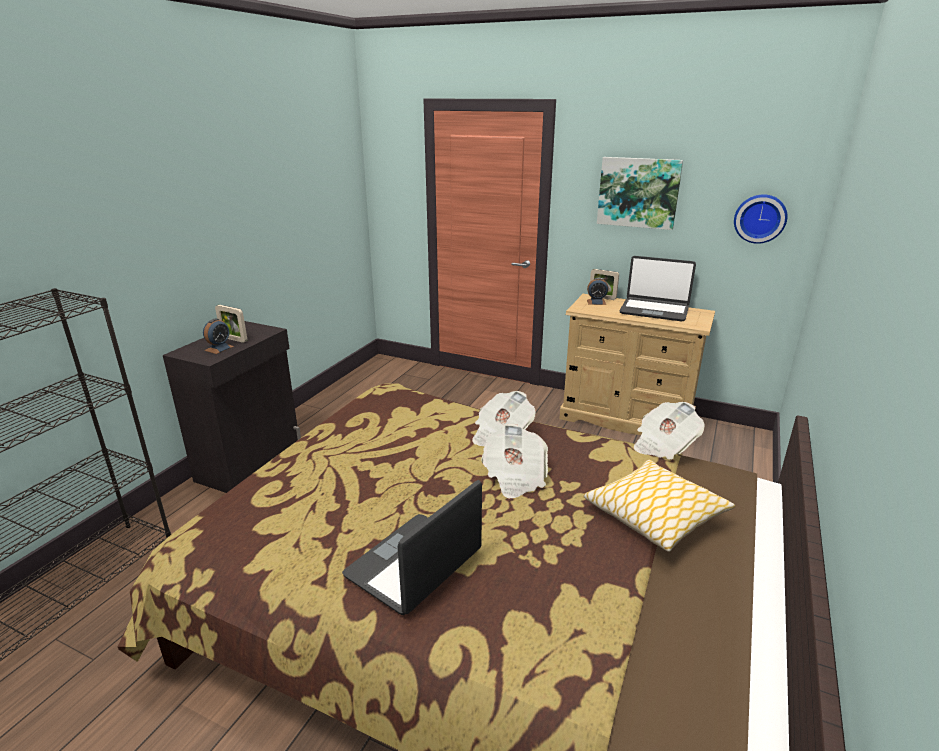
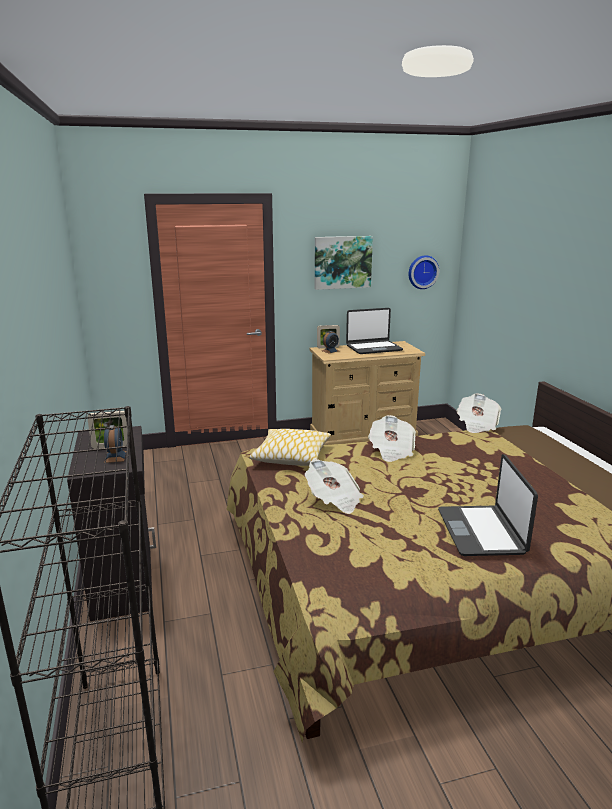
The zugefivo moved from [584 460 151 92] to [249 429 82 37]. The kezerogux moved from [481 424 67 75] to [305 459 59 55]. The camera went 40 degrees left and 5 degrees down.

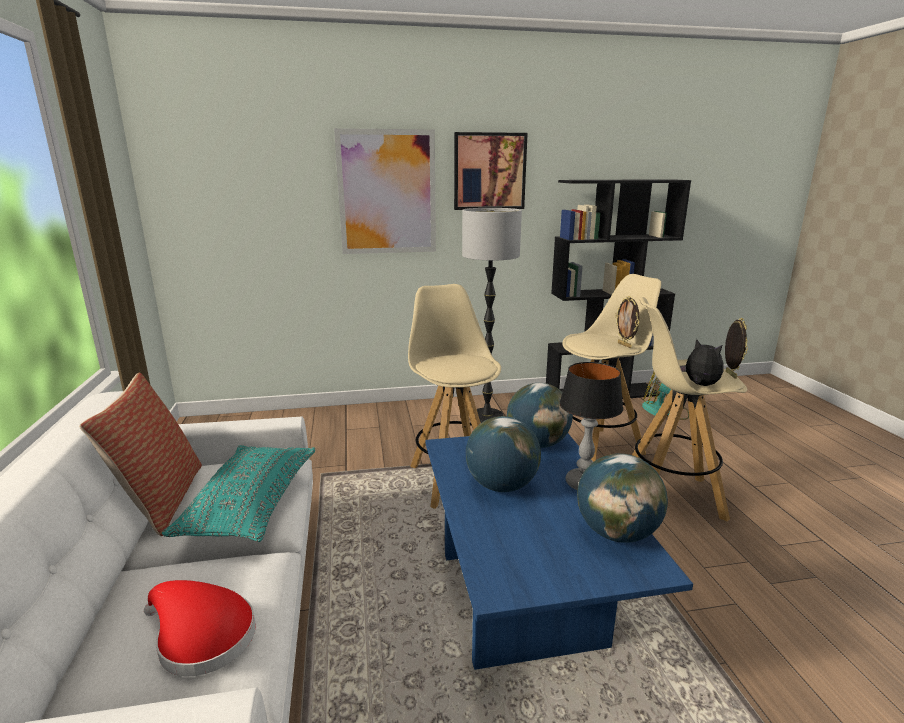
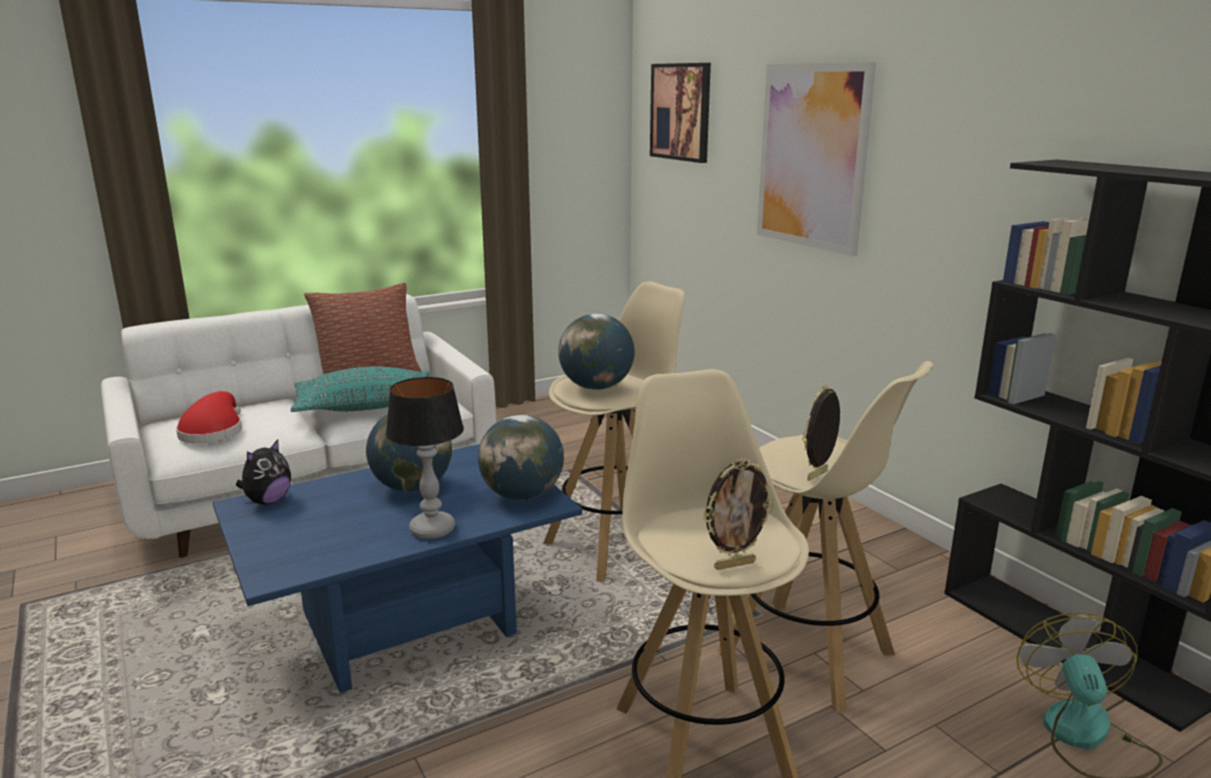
The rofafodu moved from [680 339 43 47] to [236 440 55 65]. The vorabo moved from [577 454 91 89] to [558 314 77 76]. The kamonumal moved from [454 132 74 78] to [650 63 61 100]. The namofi at [462 208 60 215] disappeared. The camera went 70 degrees right and 0 degrees up.

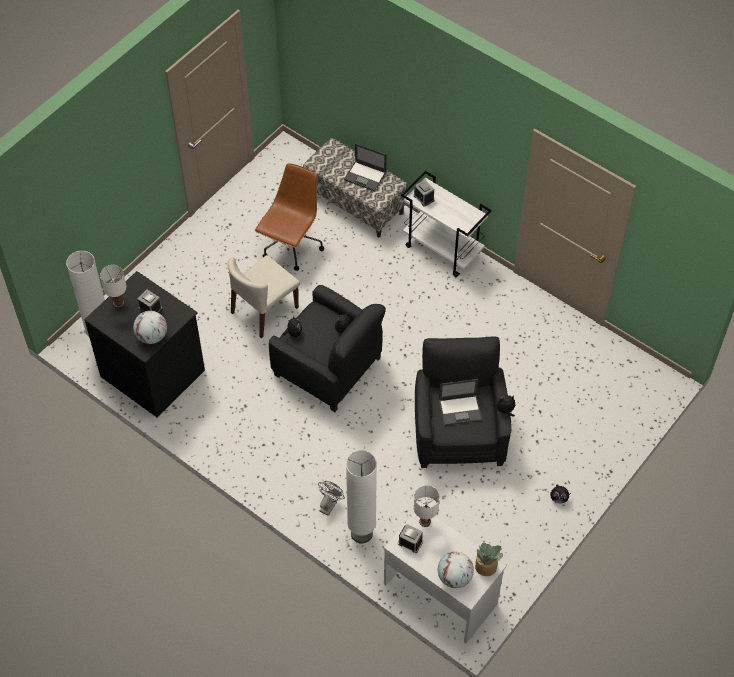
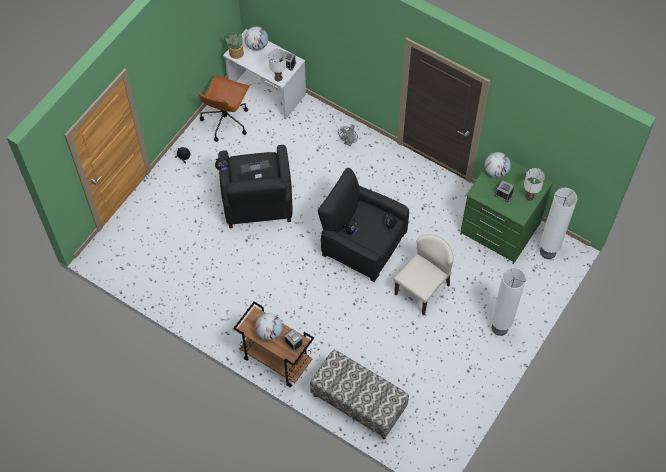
The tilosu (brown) moved from [255 163 69 108] to [198 75 52 67]. The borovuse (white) at [401 171 91 106] became the borovuse (brown) at [233 302 81 85]. The vorabo at [255 313 28 28] appeared. The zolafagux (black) at [84 271 121 147] became the zolafagux (green) at [460 160 93 104]. The namofi (white) moved from [346 450 31 94] to [491 268 35 68]. The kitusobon at [344 143 43 48] disappeared. The camera went 175 degrees right and 5 degrees up.

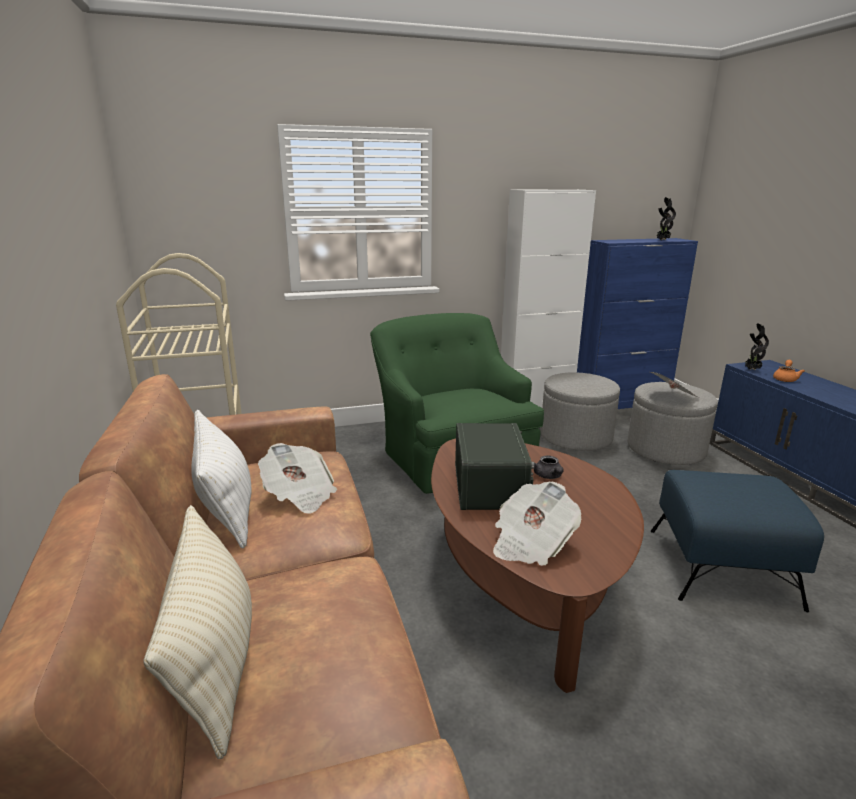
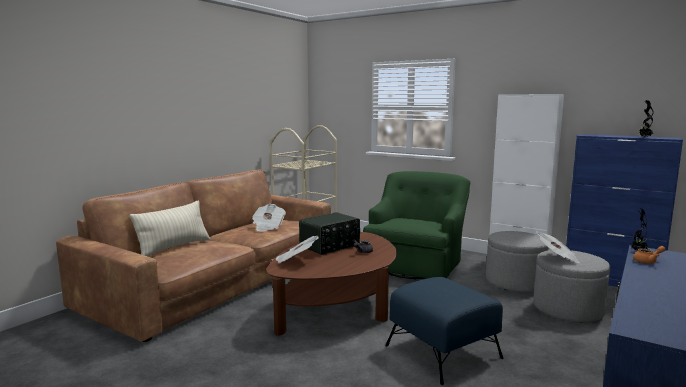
The zugefivo (white) at [191 410 61 138] disappeared. The camera went 50 degrees right and 10 degrees down.

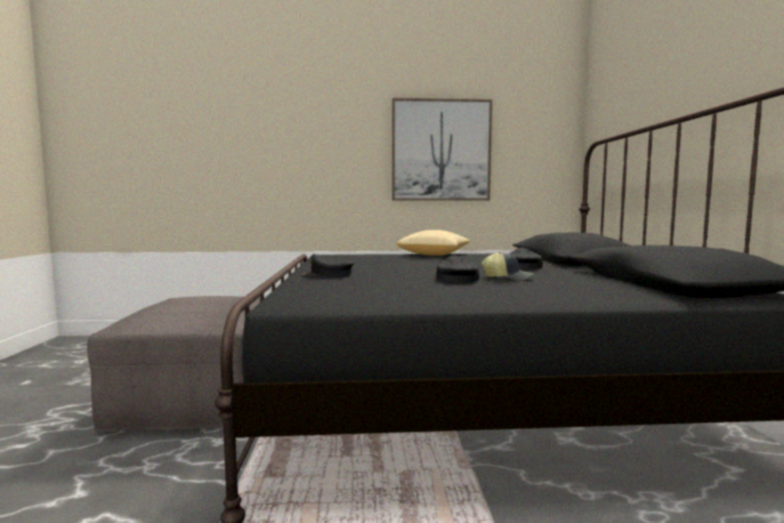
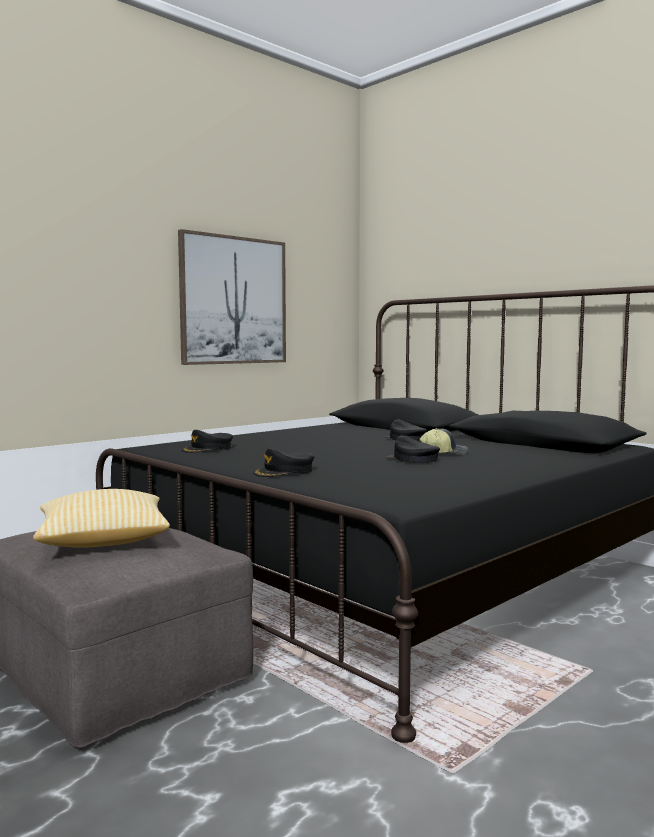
The zugefivo moved from [396 230 74 26] to [33 489 137 59]. The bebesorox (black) at [182 430 51 23] appeared. The camera went 40 degrees left and 0 degrees up.

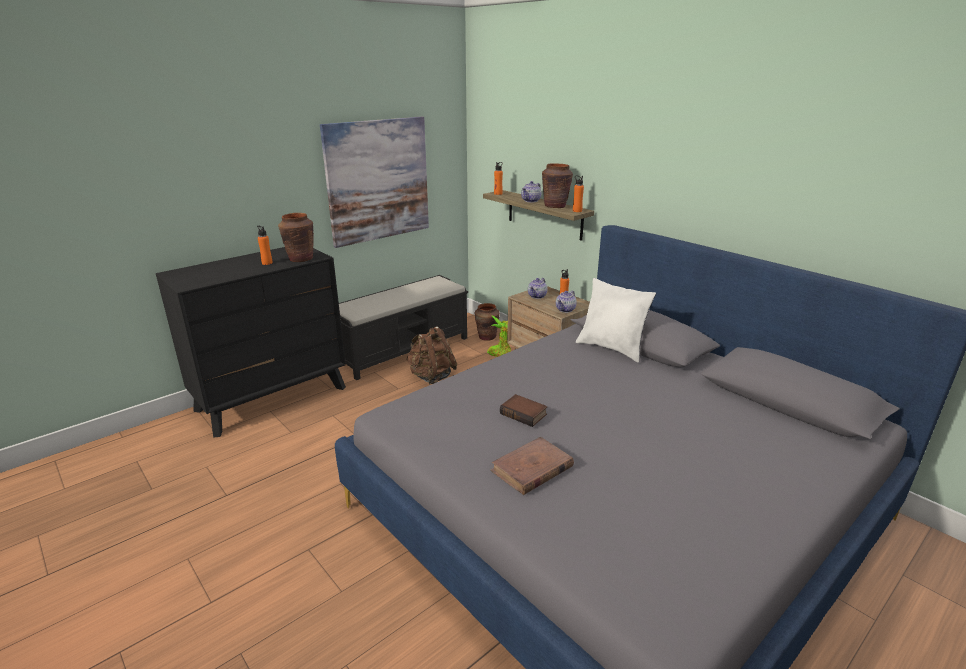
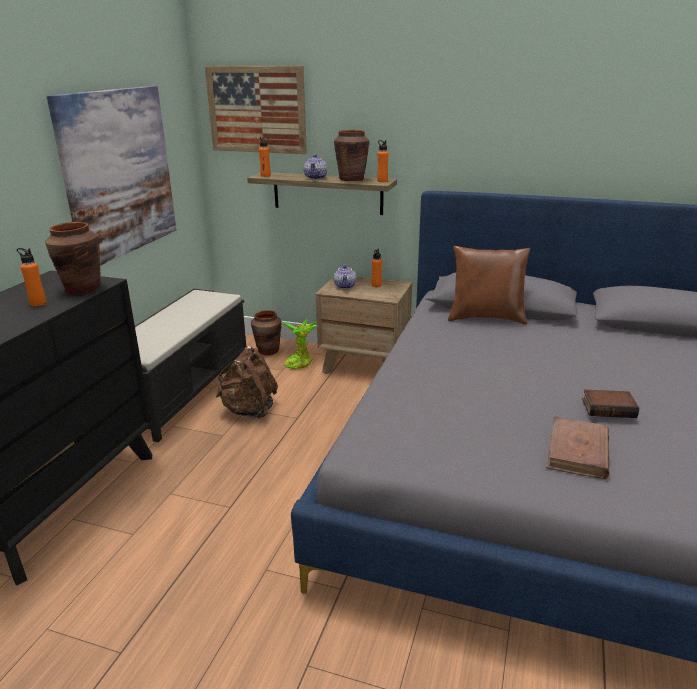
The kamonumal at [205 66 102 88] appeared. The zugefivo (white) at [576 278 80 85] became the zugefivo (brown) at [448 246 82 79]. The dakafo moved from [500 394 48 33] to [582 390 57 28]. The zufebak at [556 290 21 23] disappeared. The camera went 30 degrees left and 0 degrees up.

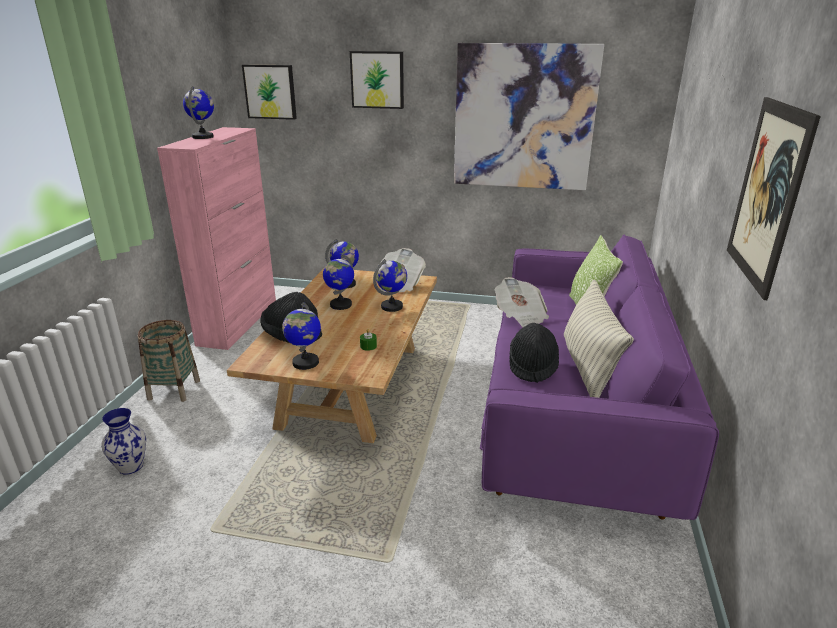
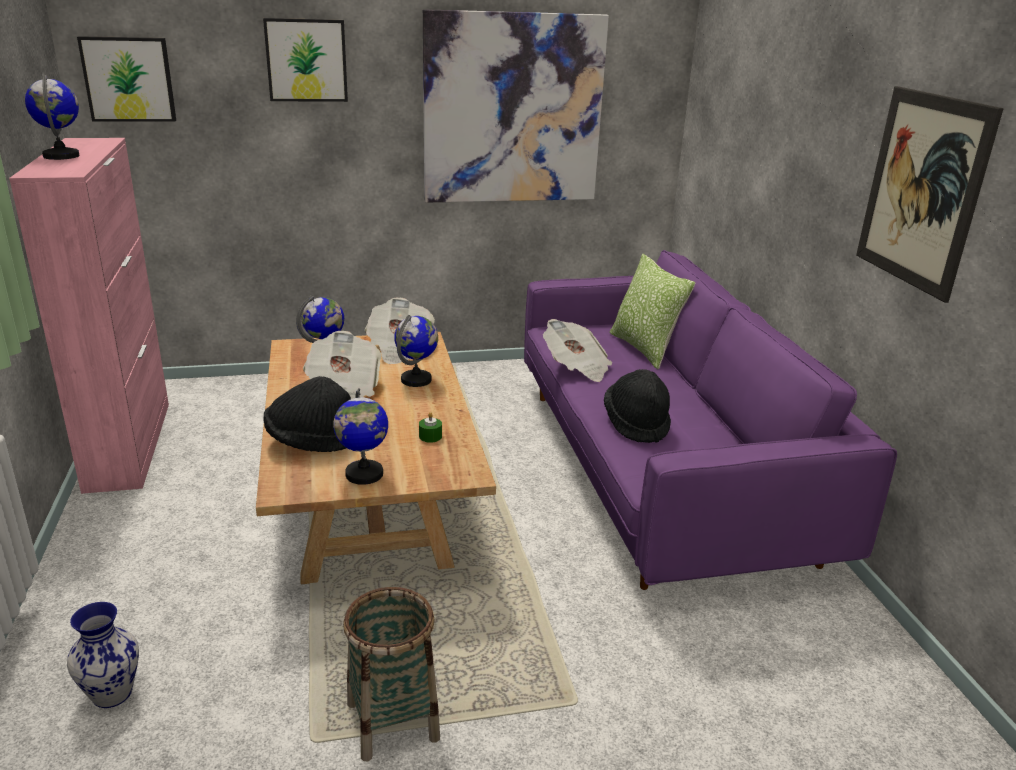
The vorabo at [323 254 31 56] was replaced by the kezerogux at [303 331 79 68]. The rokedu moved from [138 320 62 82] to [343 587 97 174]. The zugefivo at [564 280 70 118] disappeared. The camera went 25 degrees left and 0 degrees up.

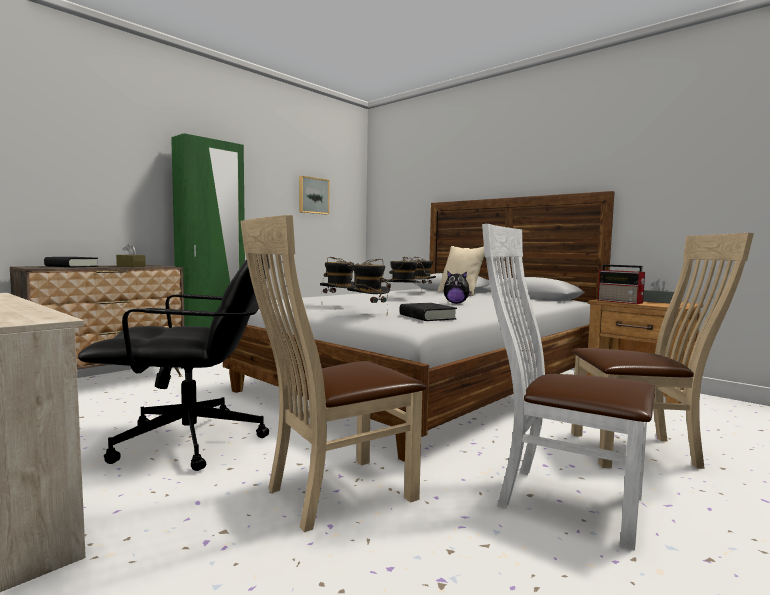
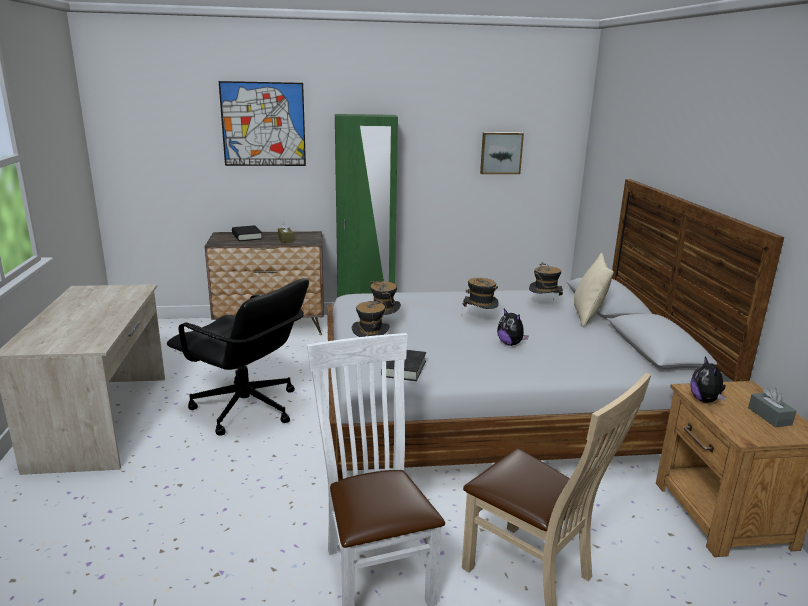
The kamonumal at [219 81 87 85] appeared. The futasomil at [598 264 48 40] was replaced by the rofafodu at [690 357 36 46]. The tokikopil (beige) at [241 215 185 317] disappeared. The camera went 40 degrees right and 15 degrees up.

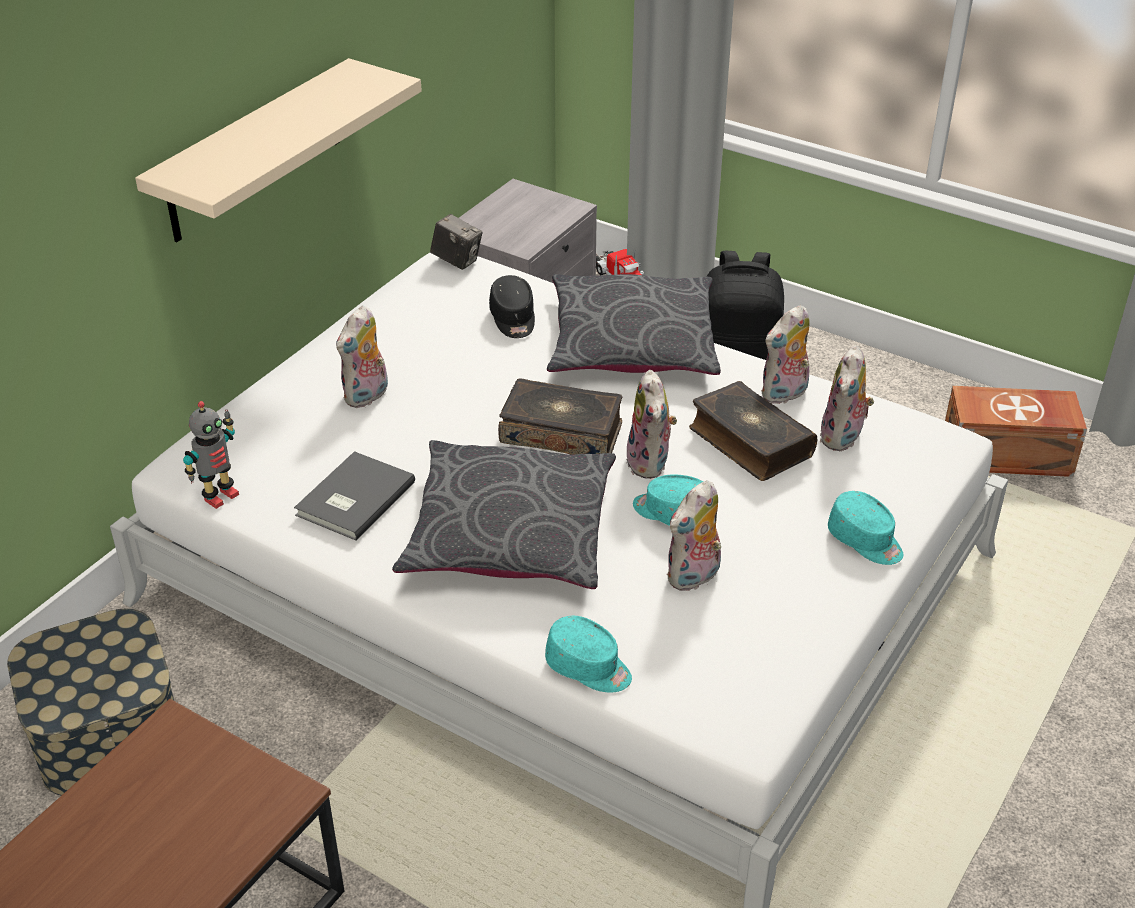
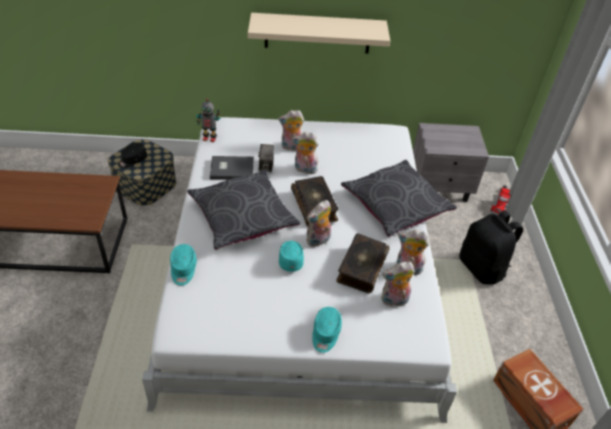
The bebesorox (black) moved from [489 275 46 63] to [118 142 29 26]. The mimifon moved from [430 214 53 56] to [258 144 16 28]. The rofafodu moved from [666 480 55 111] to [292 132 27 42]. The camera went 55 degrees right and 5 degrees up.

